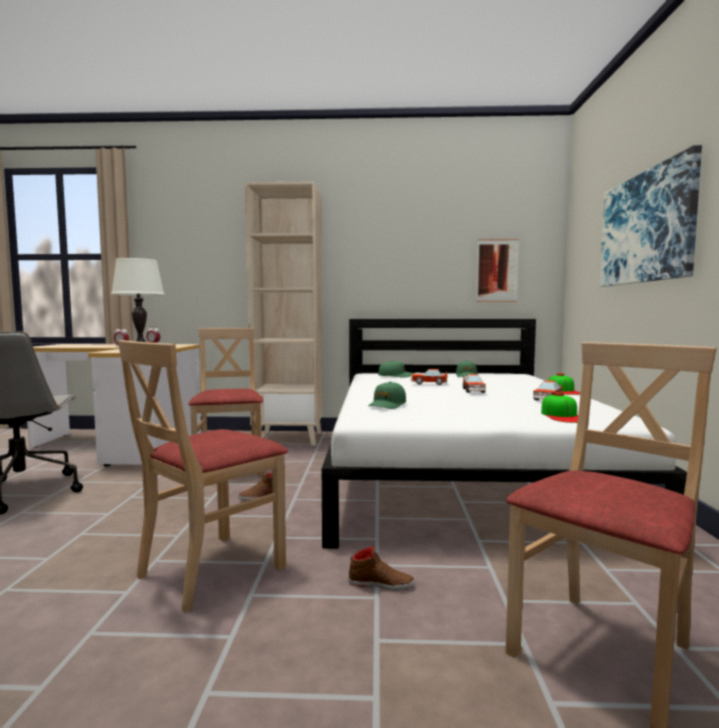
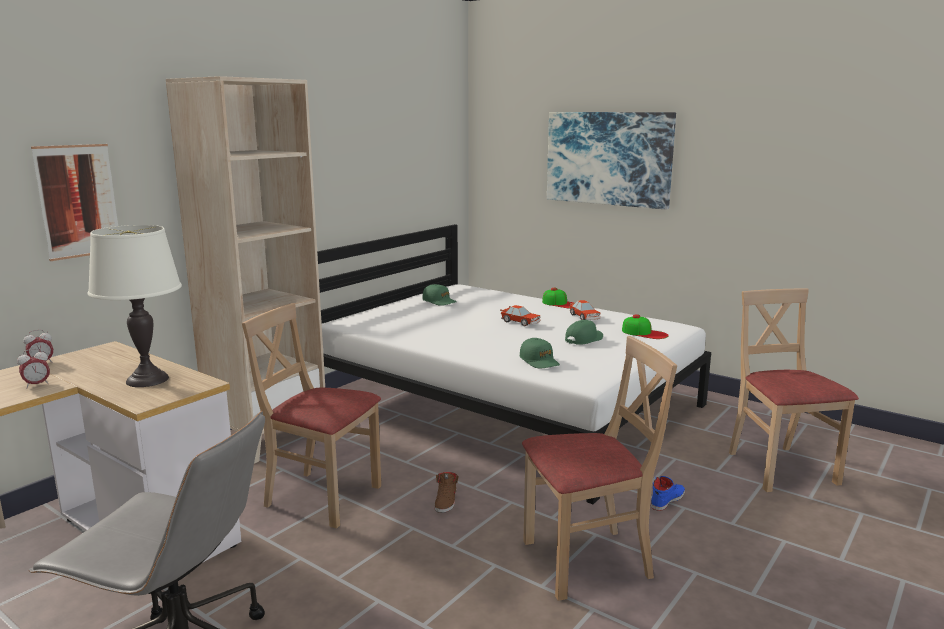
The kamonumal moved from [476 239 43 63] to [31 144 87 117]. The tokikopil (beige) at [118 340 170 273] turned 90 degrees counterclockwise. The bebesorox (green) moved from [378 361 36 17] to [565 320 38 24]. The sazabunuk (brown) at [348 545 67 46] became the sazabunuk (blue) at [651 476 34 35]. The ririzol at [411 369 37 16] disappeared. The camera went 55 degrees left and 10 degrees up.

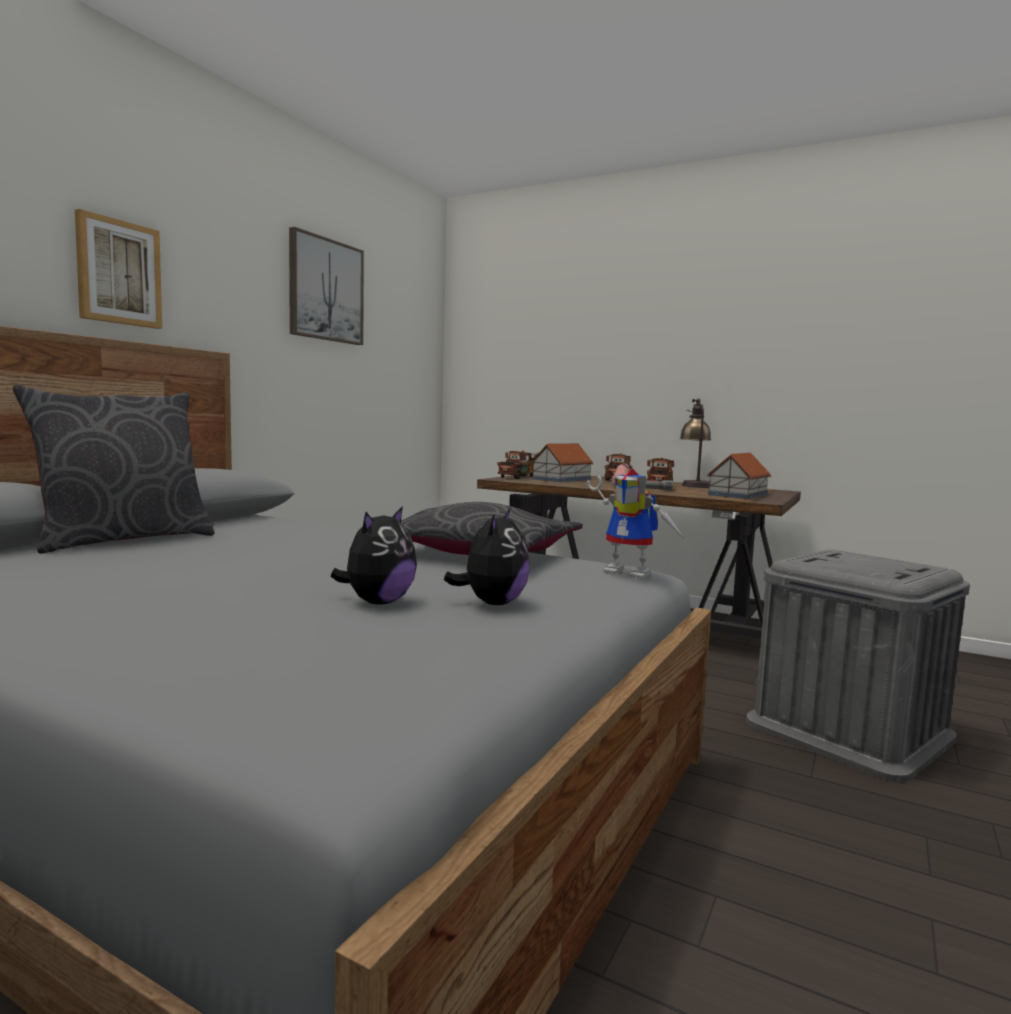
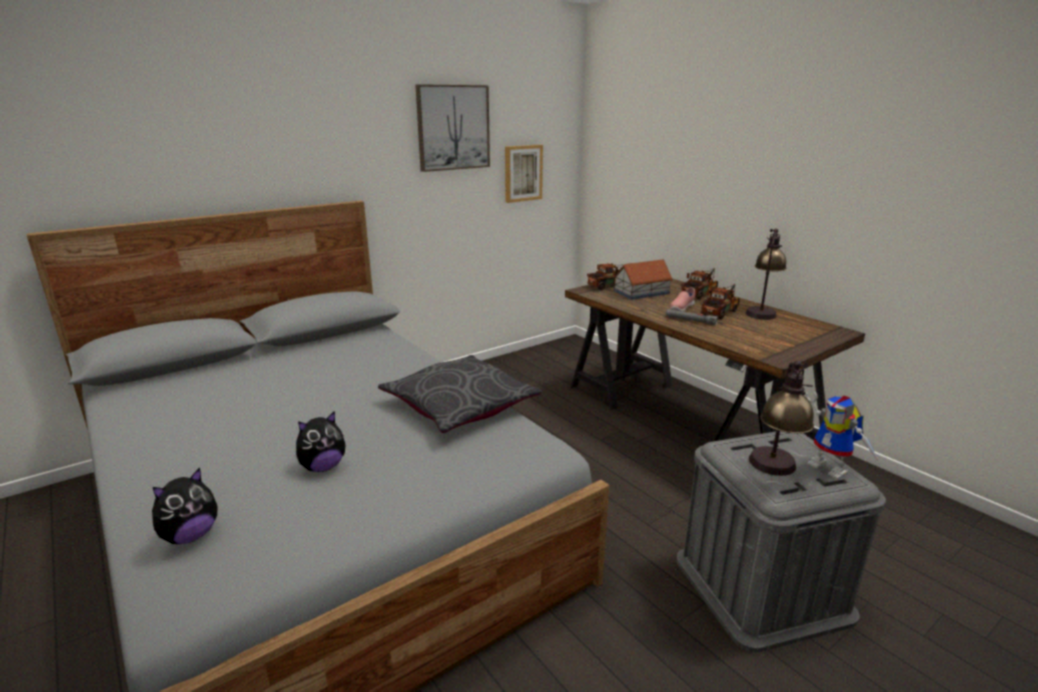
The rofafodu moved from [444 507 86 98] to [152 468 65 76]. The kamonumal moved from [75 209 87 120] to [505 145 38 58]. The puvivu at [749 361 65 115] appeared. The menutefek moved from [587 469 98 109] to [805 392 74 88]. The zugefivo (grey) at [12 385 202 169] disappeared. The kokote at [707 453 64 46] disappeared. The camera went 25 degrees right and 15 degrees up.

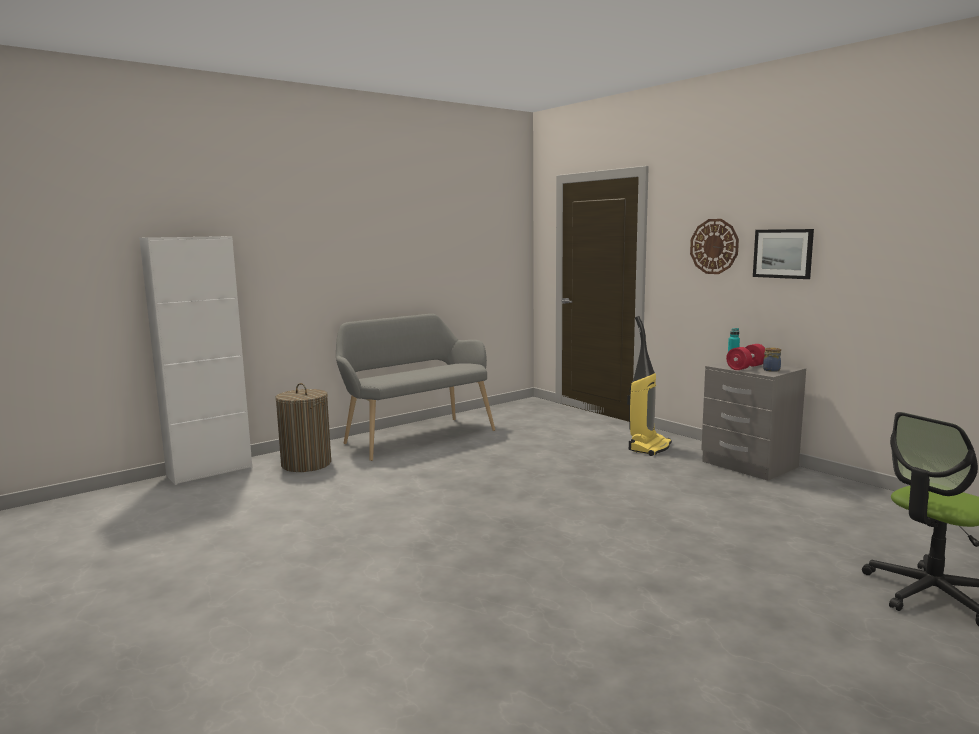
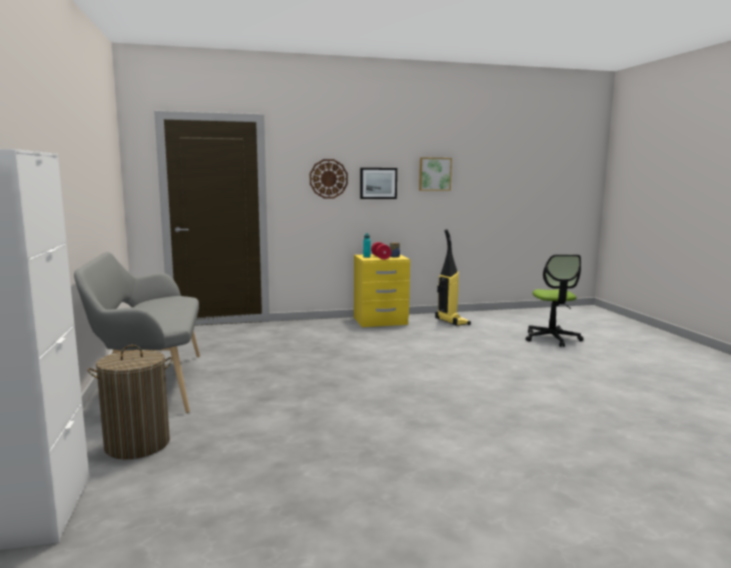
The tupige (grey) at [701 361 105 120] became the tupige (yellow) at [354 254 56 73]. The kamonumal at [419 157 33 34] appeared. The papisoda moved from [627 316 45 140] to [435 229 36 97]. The camera went 65 degrees left and 0 degrees up.

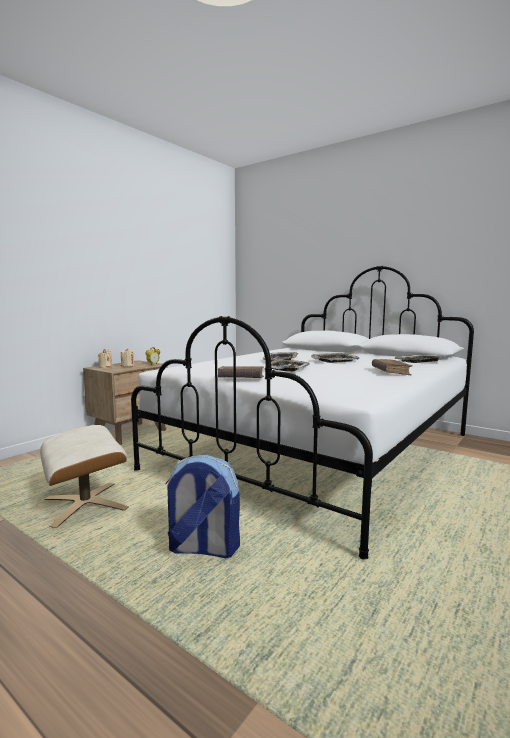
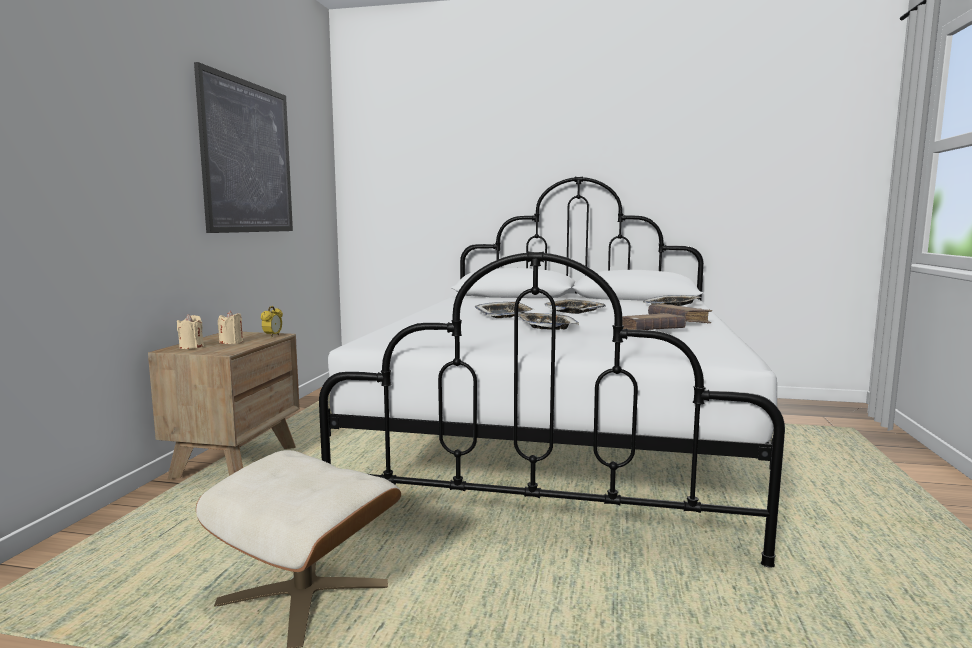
The kamonumal at [194 62 99 171] appeared. The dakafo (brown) moved from [218 366 46 12] to [622 313 64 17]. The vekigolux at [165 454 75 104] disappeared. The camera went 25 degrees left and 0 degrees up.

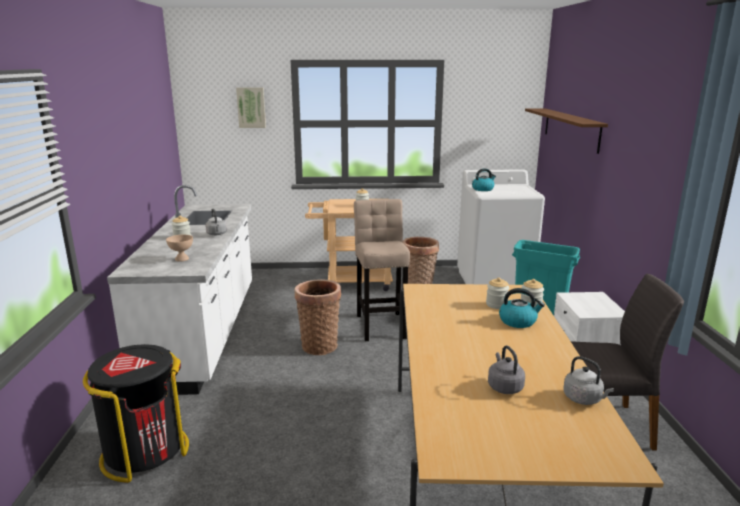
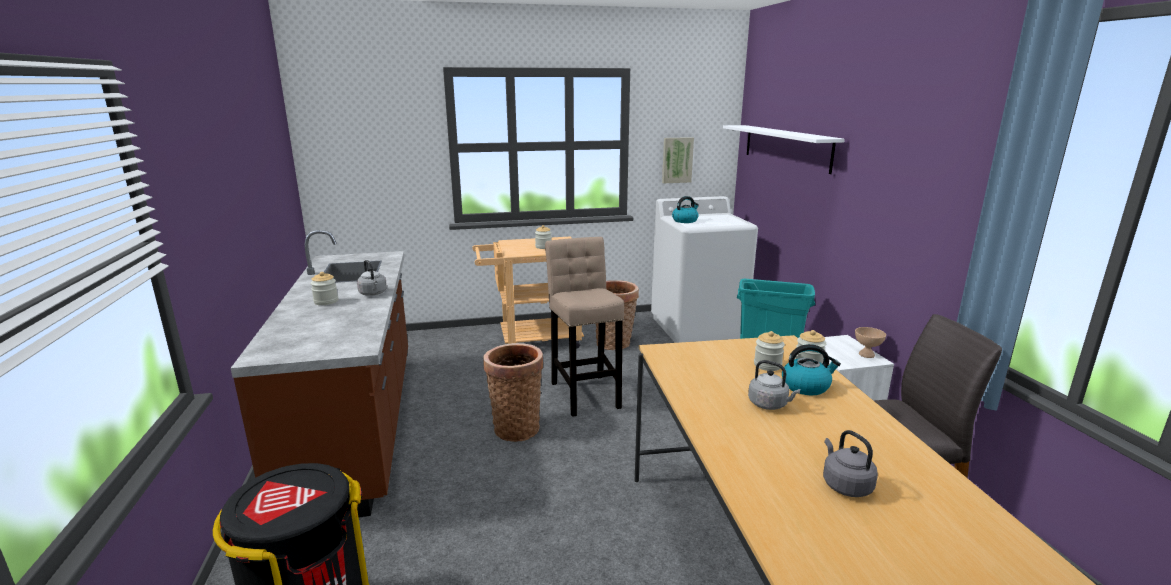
The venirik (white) at [107 185 145 210] became the venirik (brown) at [230 230 178 287]. The kamonumal moved from [236 87 30 41] to [662 137 32 46]. The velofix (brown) at [525 108 83 46] became the velofix (white) at [723 125 122 49]. The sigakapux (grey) moved from [563 356 51 49] to [748 360 52 50]. The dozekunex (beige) moved from [166 235 27 27] to [855 327 31 31]. The camera went 10 degrees left and 0 degrees up.

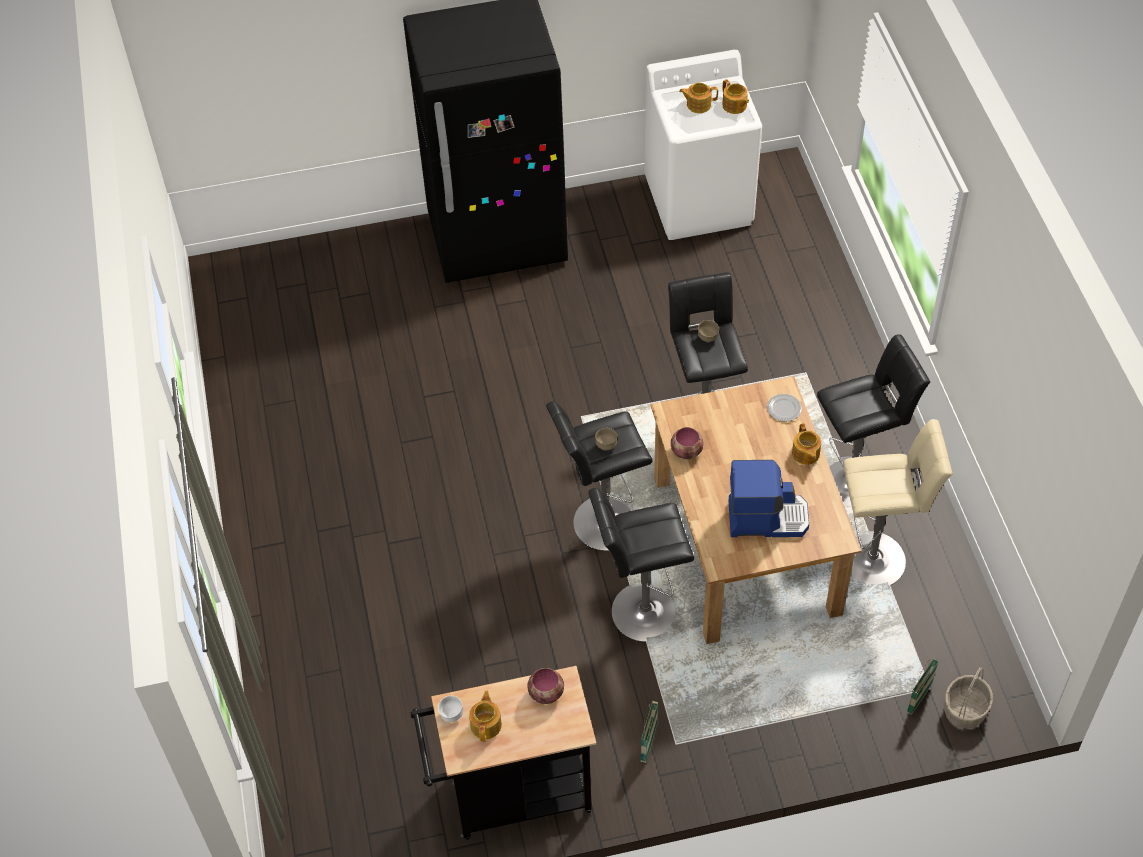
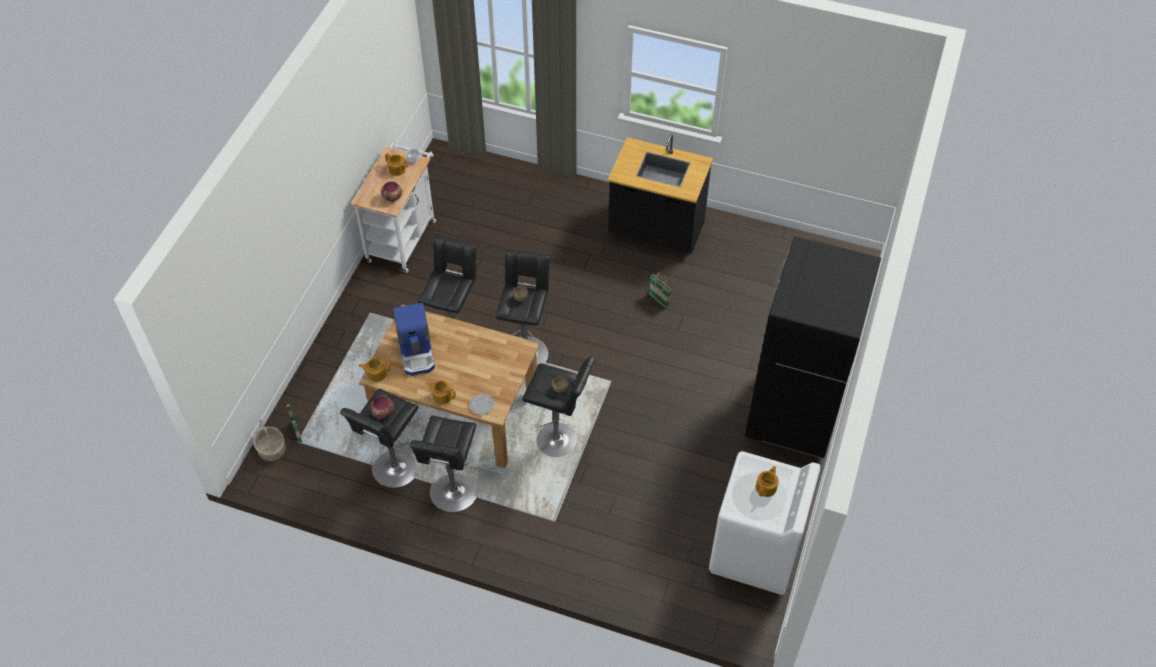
The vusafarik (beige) at [843 419 109 167] became the vusafarik (black) at [340 389 79 99]. The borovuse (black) at [410 666 187 174] became the borovuse (white) at [351 142 85 131]. The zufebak moved from [722 79 27 35] to [359 358 32 24]. The dozekunex moved from [671 427 32 32] to [370 396 24 23]. The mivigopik at [728 460 81 77] turned 45 degrees counterclockwise. The venirik (black) at [608 134 105 119] appeared. The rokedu moved from [641 701 17 62] to [649 272 22 36]. The camera went 120 degrees right and 0 degrees up.

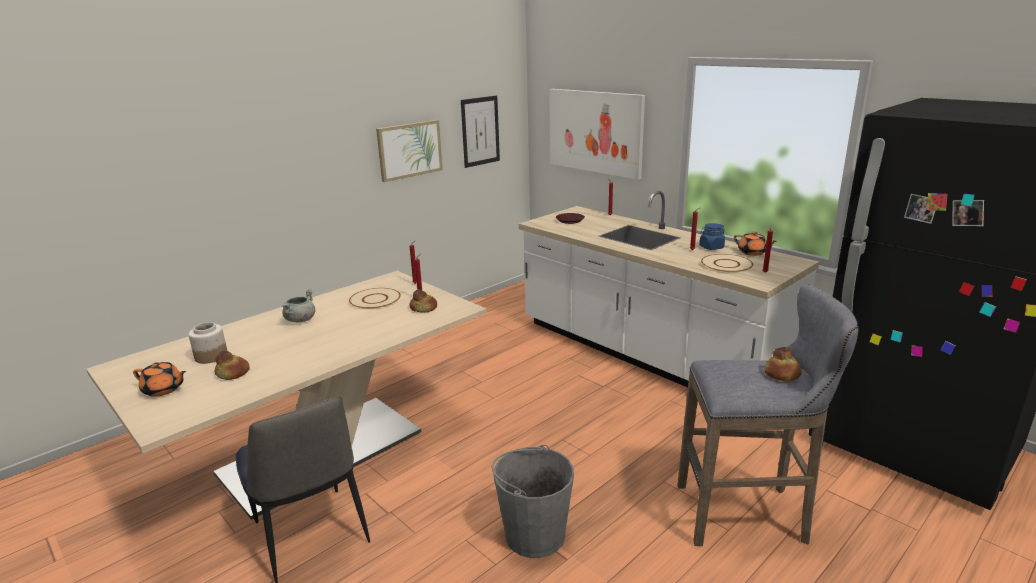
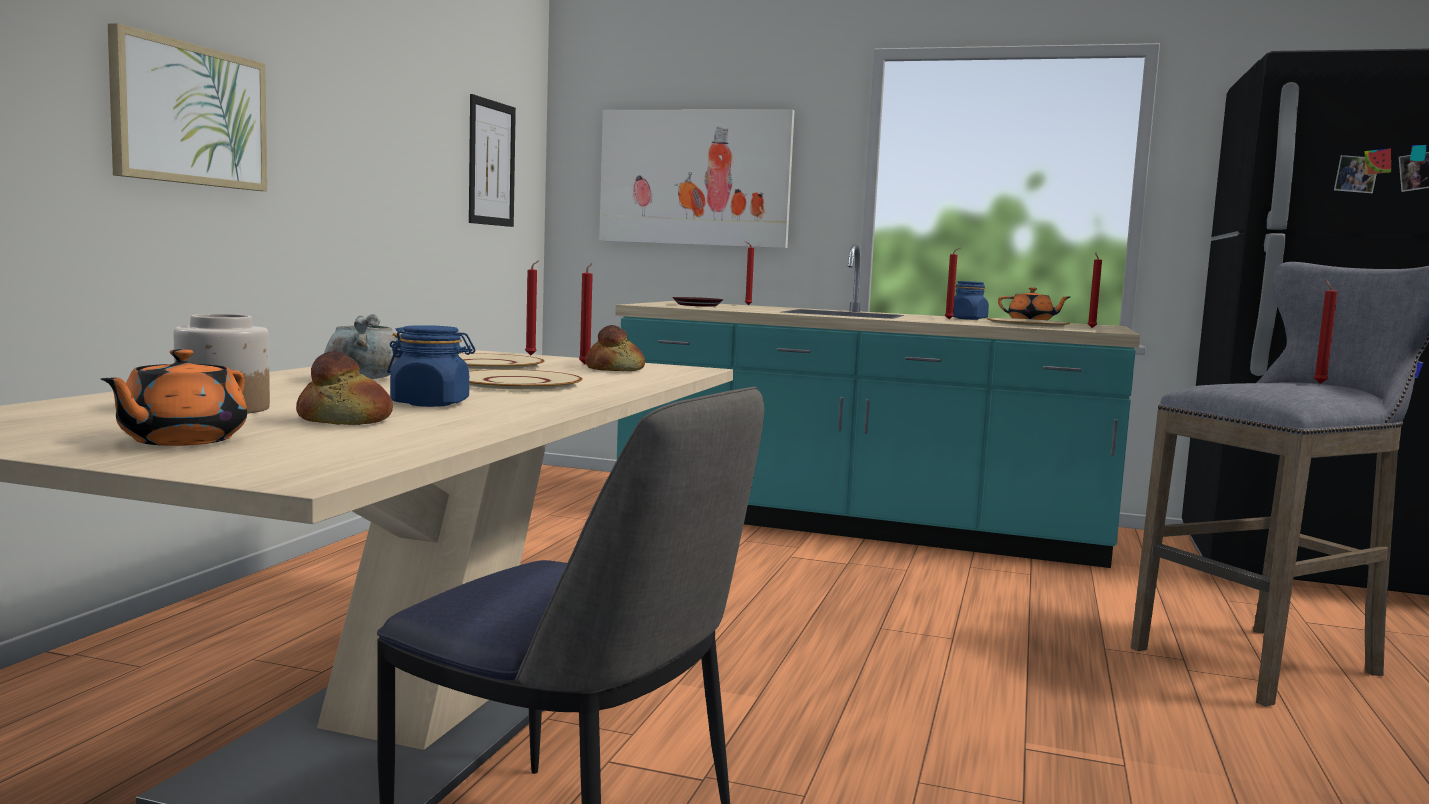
The zufebak (orange) at [133 362 54 35] turned 120 degrees clockwise. The kamonumal moved from [376 120 67 62] to [108 23 159 168]. The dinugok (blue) at [387 325 88 82] appeared. The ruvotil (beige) at [469 370 114 21] appeared. The venirik (white) at [519 191 300 196] became the venirik (turquoise) at [615 244 525 324]. The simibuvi at [764 347 38 35] was replaced by the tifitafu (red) at [1313 280 24 104]. The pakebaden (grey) at [492 445 82 113] disappeared. The camera went 30 degrees left and 15 degrees down.

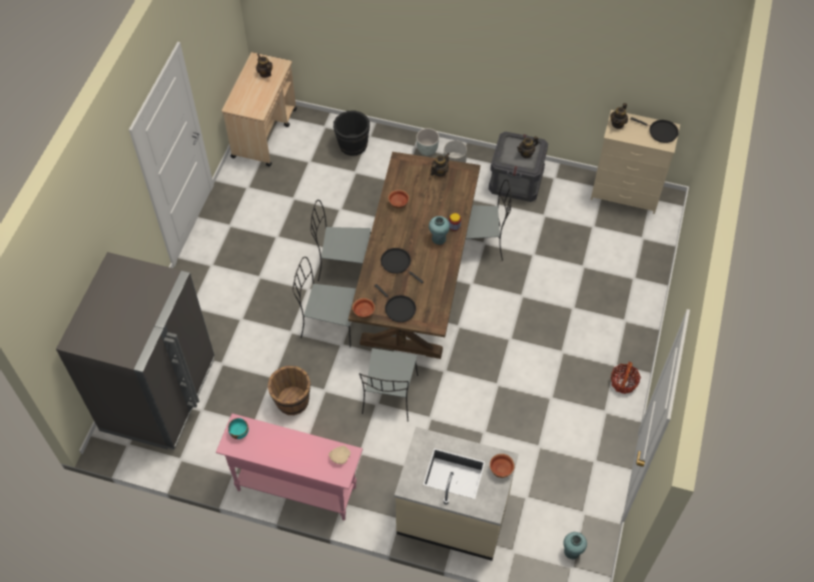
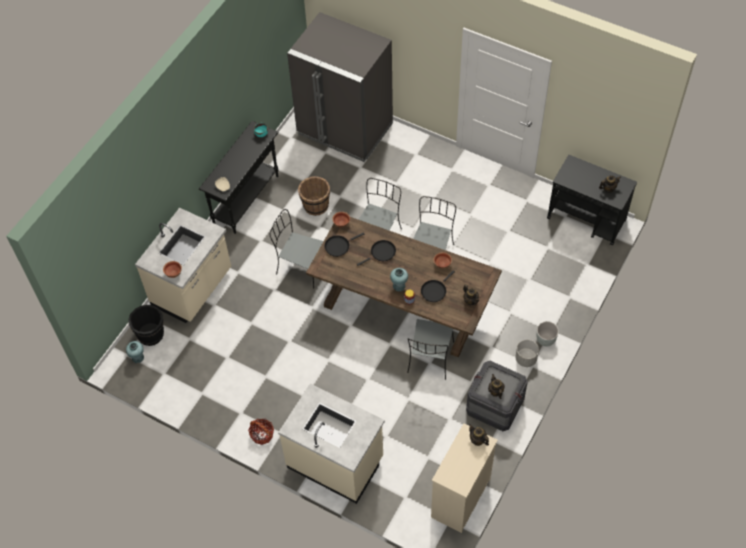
The pakebaden (black) moved from [333 111 37 45] to [128 305 36 41]. The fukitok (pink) at [216 413 147 108] became the fukitok (black) at [199 121 80 113]. The venirik (beige) at [278 383 107 121] appeared. The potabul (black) moved from [630 117 49 26] to [421 271 34 31]. The borovuse (beige) at [222 52 75 115] became the borovuse (black) at [547 155 90 91]. The camera went 105 degrees right and 0 degrees up.

